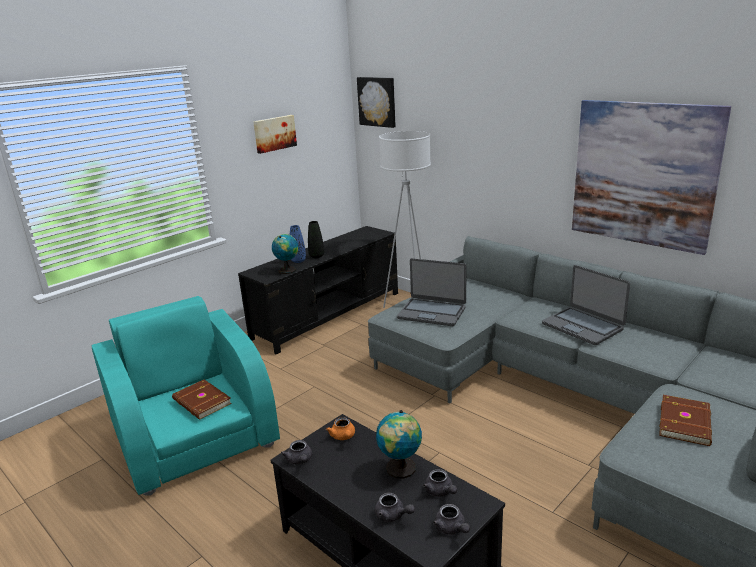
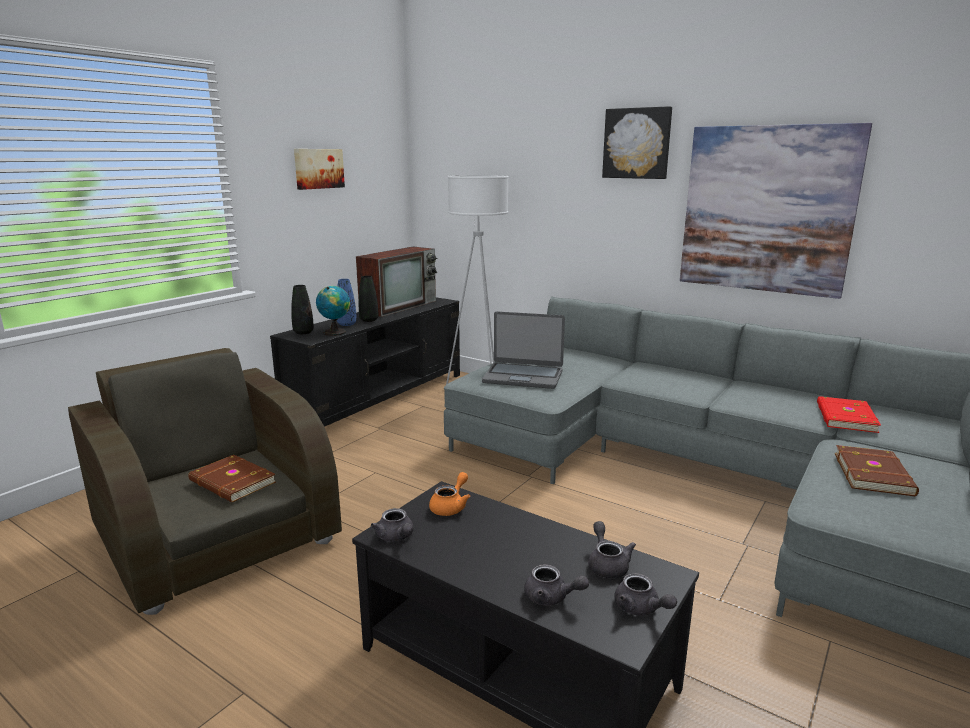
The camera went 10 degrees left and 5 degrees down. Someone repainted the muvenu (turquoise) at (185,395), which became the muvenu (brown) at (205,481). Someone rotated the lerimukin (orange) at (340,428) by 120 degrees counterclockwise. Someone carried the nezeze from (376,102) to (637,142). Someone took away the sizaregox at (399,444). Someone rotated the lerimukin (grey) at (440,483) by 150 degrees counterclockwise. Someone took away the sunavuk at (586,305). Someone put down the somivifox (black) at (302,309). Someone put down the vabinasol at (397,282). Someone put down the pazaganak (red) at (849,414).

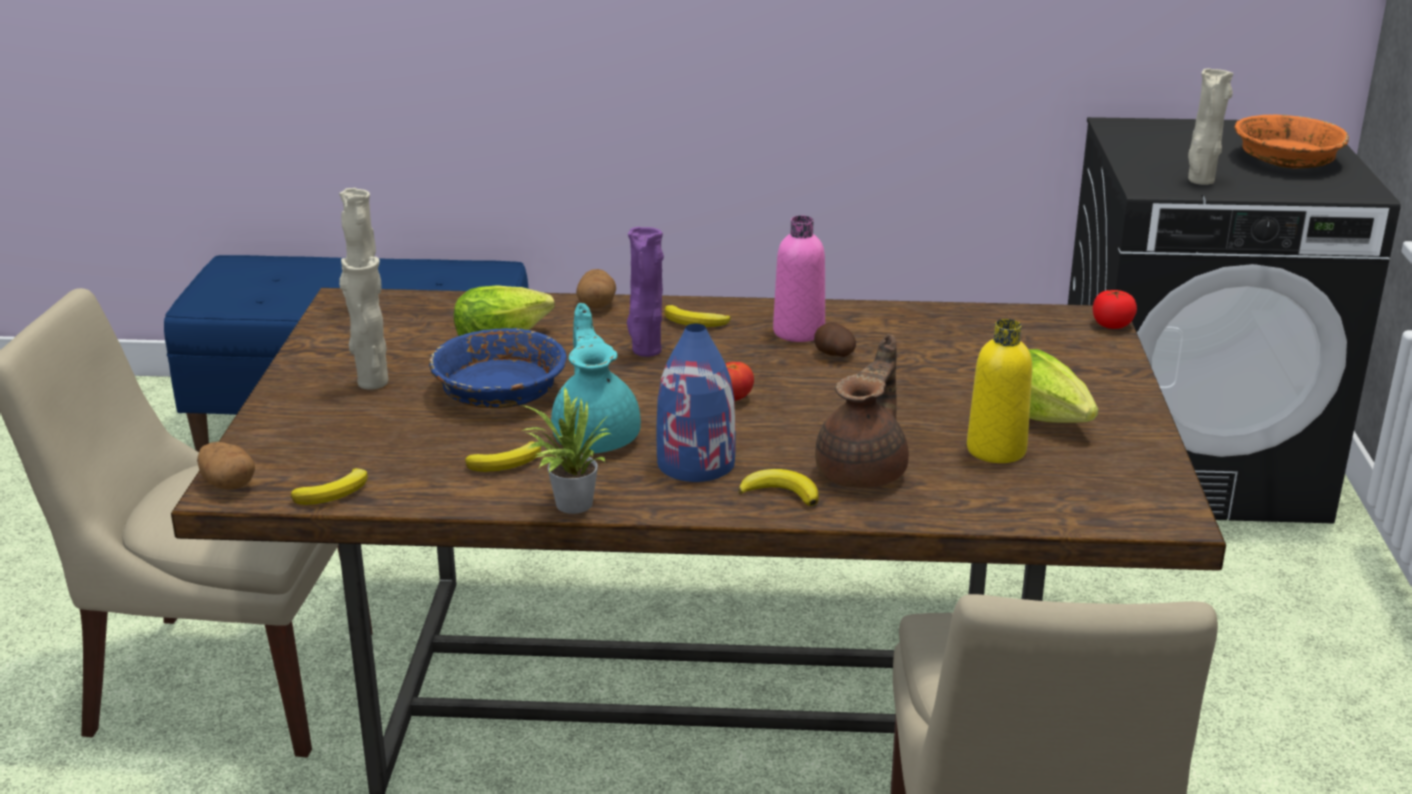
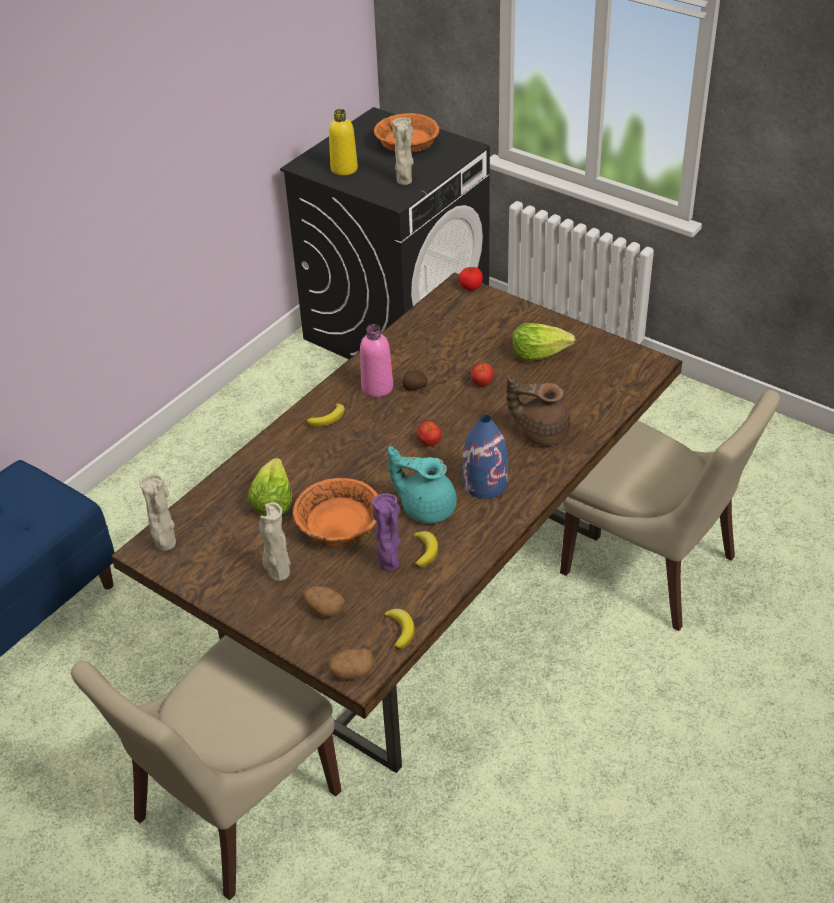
The camera went 55 degrees left and 15 degrees up. Someone repainted the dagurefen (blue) at (498,368), which became the dagurefen (orange) at (335,512). Someone took away the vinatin at (565,450). Someone carried the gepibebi from (596,288) to (324,601). Someone carried the somivifox (purple) from (645,292) to (386,532). Someone took away the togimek at (778,487). Someone rotated the lerimukin (brown) at (862,411) by 45 degrees counterclockwise. Someone carried the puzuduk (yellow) from (999,391) to (343,142). Someone put down the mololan at (482,375).

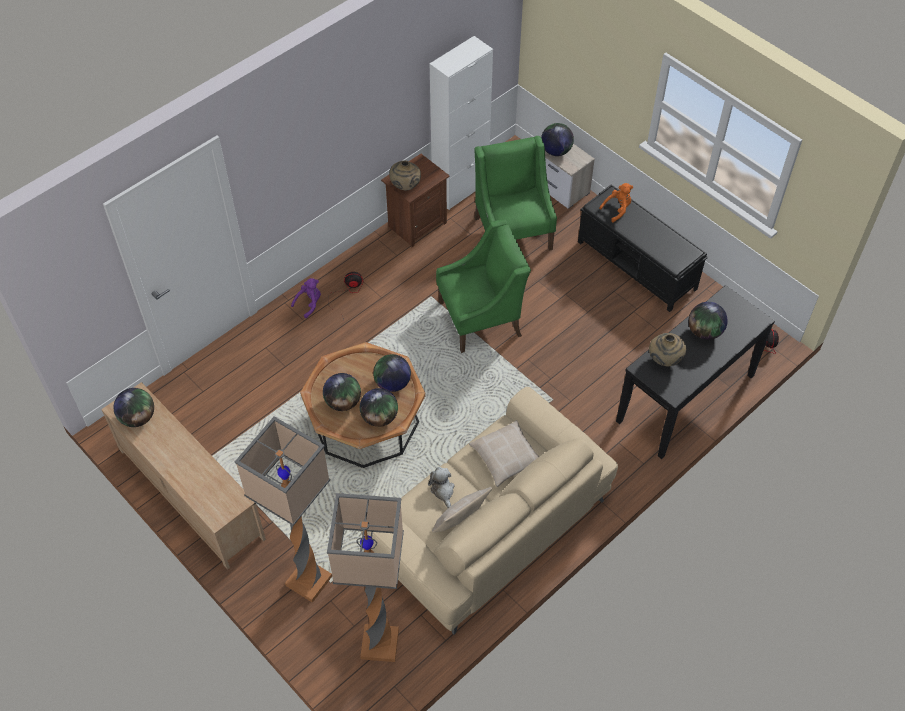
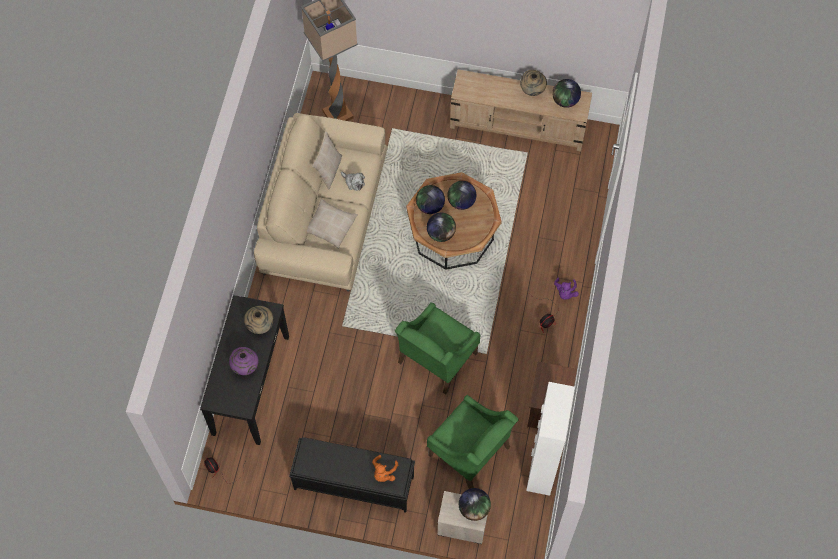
The camera went 145 degrees right and 10 degrees up. Someone took away the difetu at (283,510). Someone carried the somivifox (beige) from (405,175) to (533,83). Someone swapped the sizaregox at (708,321) for the somivifox (purple) at (244,361).

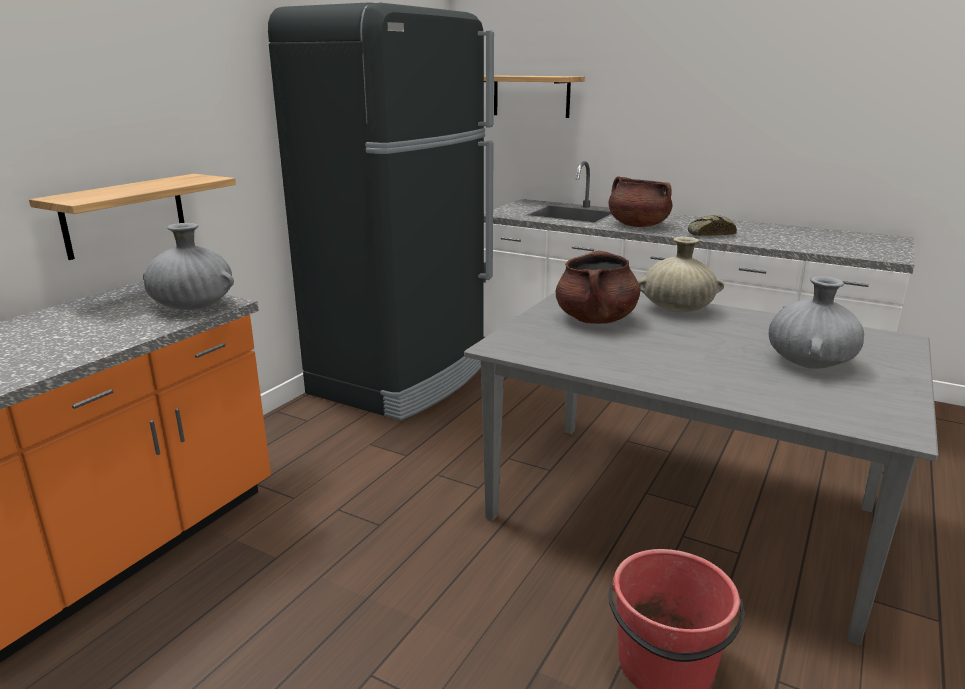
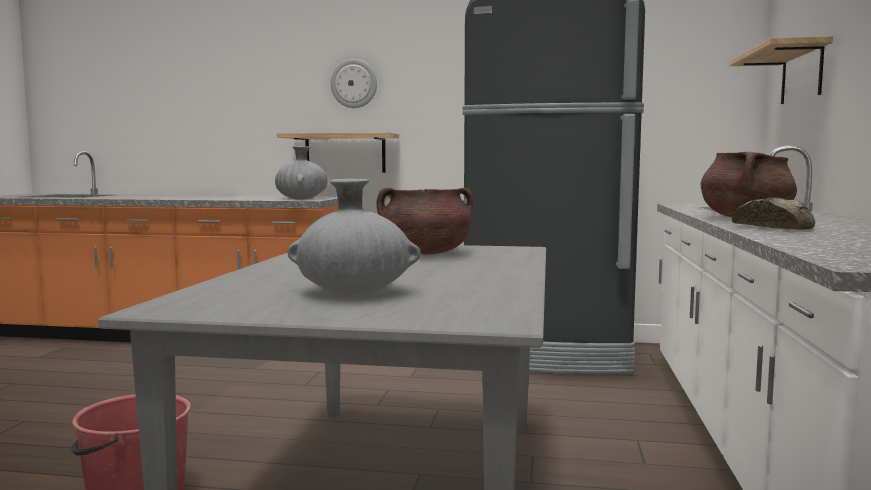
The camera went 70 degrees right and 15 degrees down. Someone took away the somivifox (beige) at (681,274). Someone put up the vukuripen at (354,83).

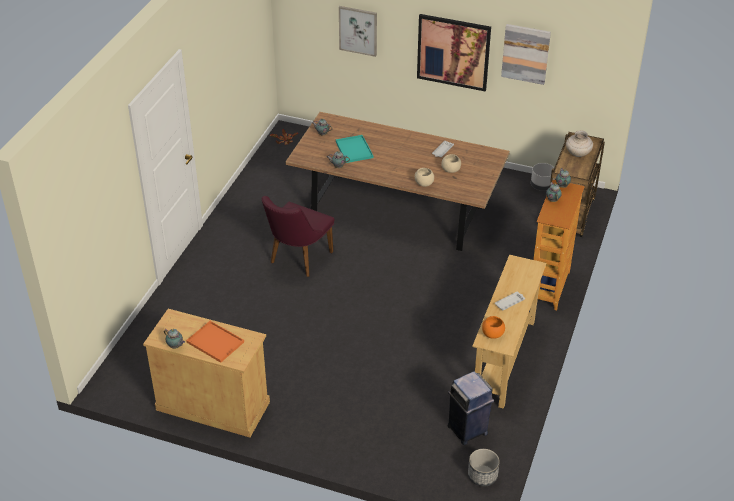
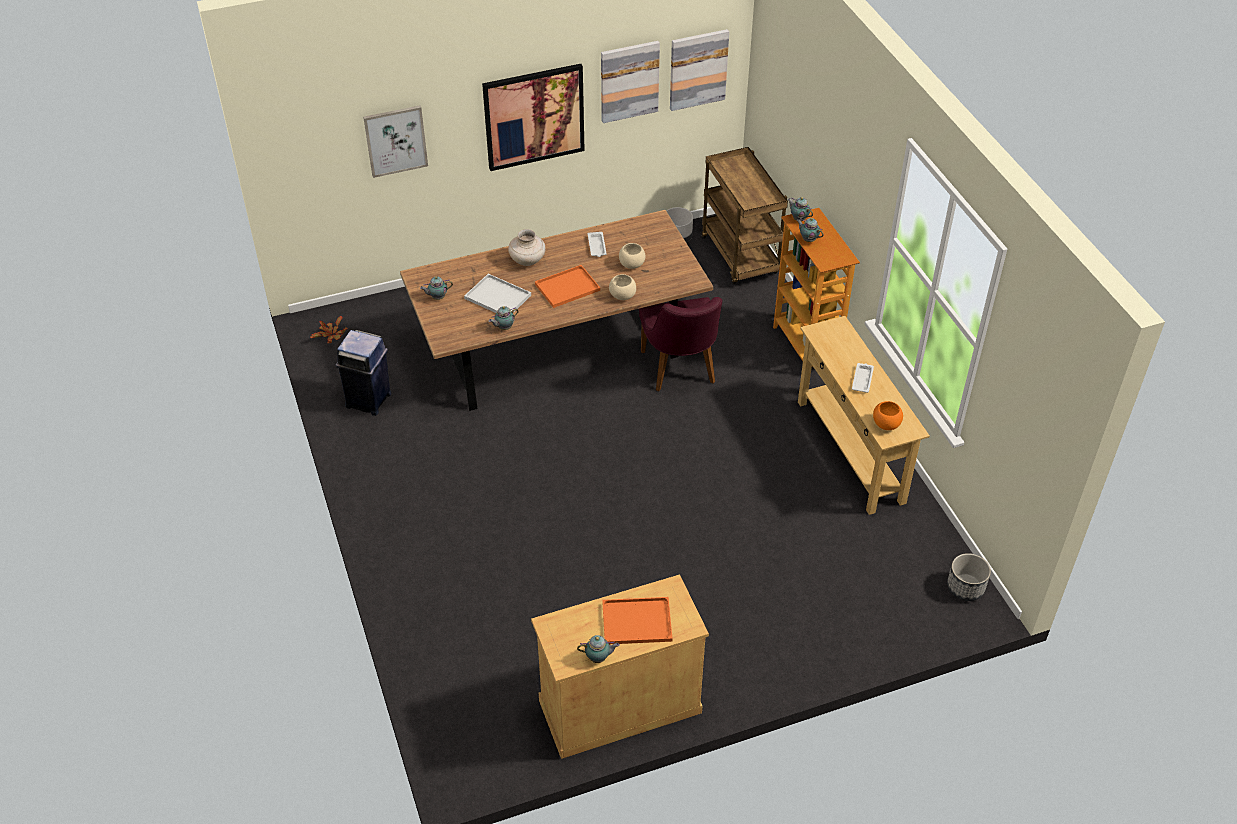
The camera went 40 degrees left and 5 degrees up. Someone carried the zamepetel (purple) from (298,236) to (681,344). Someone repainted the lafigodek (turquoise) at (354,149), which became the lafigodek (white) at (497,293). Someone carried the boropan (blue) from (470,408) to (363,373). Someone carried the somivifox (beige) from (579,143) to (527,247). Someone put down the lafigodek (orange) at (567,286). Someone put up the nezeze at (699,70).

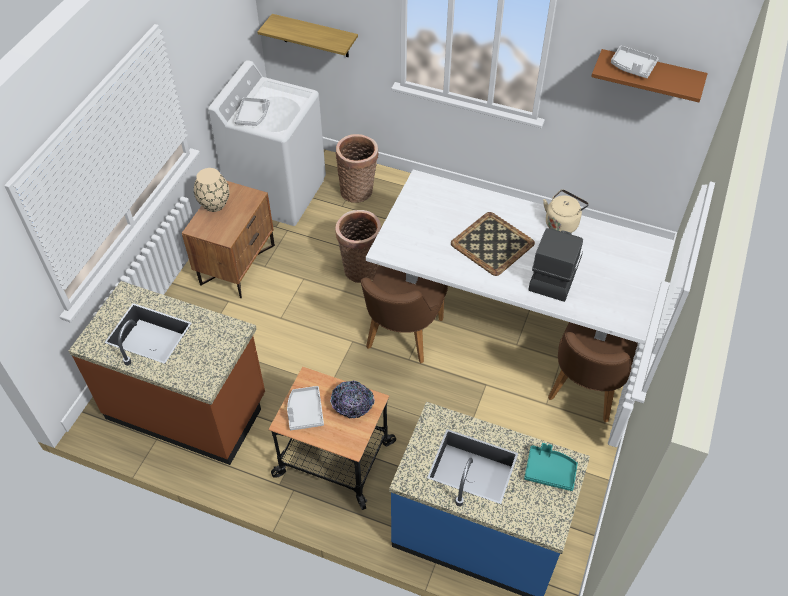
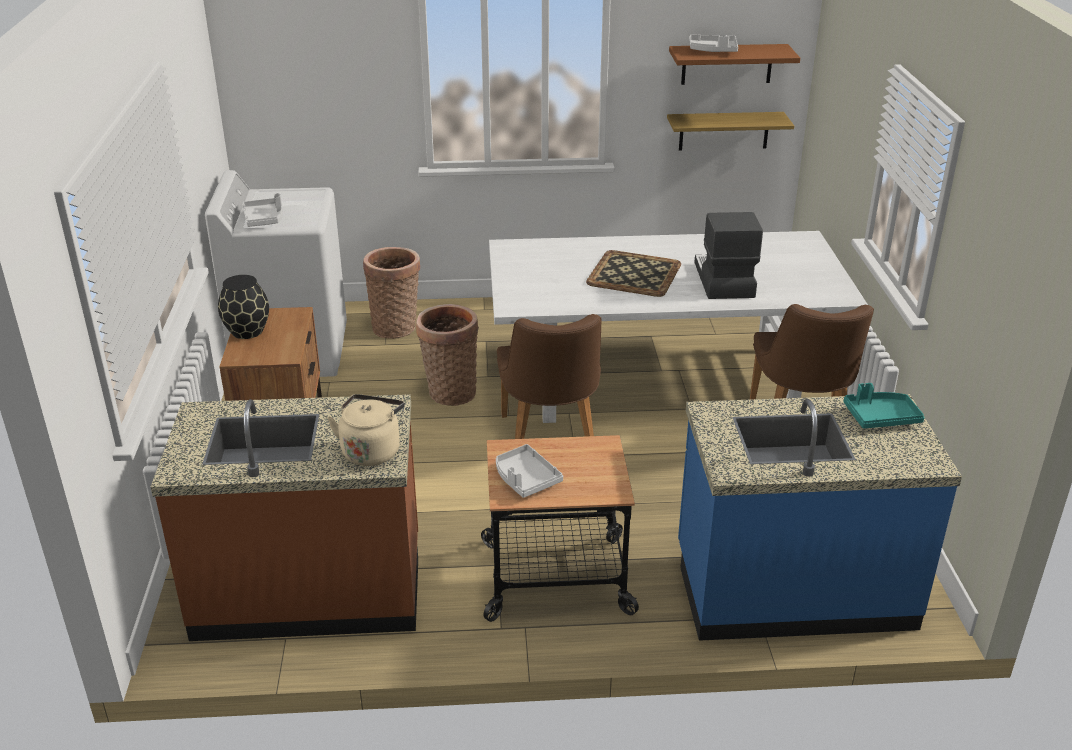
The camera went 25 degrees left and 20 degrees down. Someone repainted the somivifox (beige) at (211,190), which became the somivifox (black) at (243,307). Someone carried the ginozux from (308,35) to (730,131). Someone took away the dagurefen at (352,399). Someone carried the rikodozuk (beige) from (566,211) to (366,430).

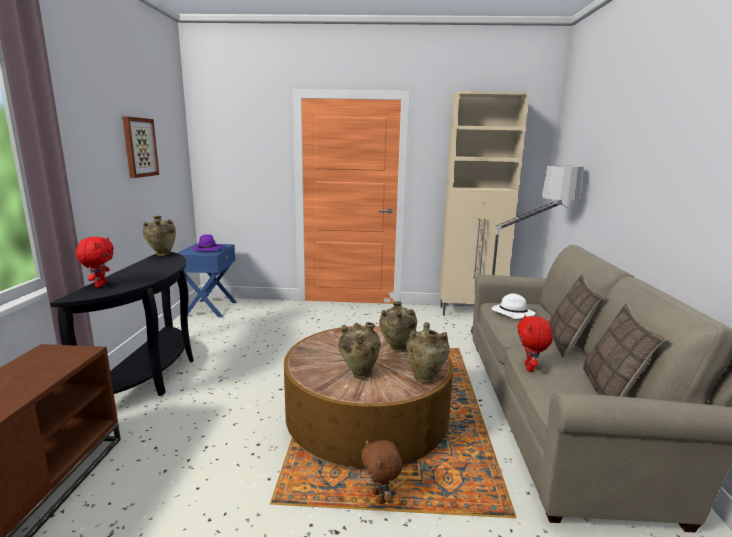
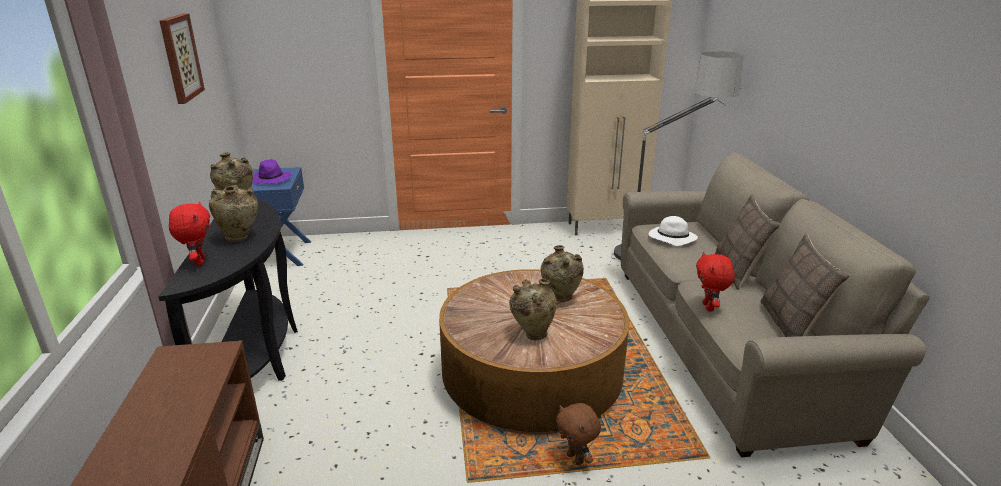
The camera went 10 degrees left and 10 degrees up. Someone carried the somivifox (beige) from (428,352) to (233,210).

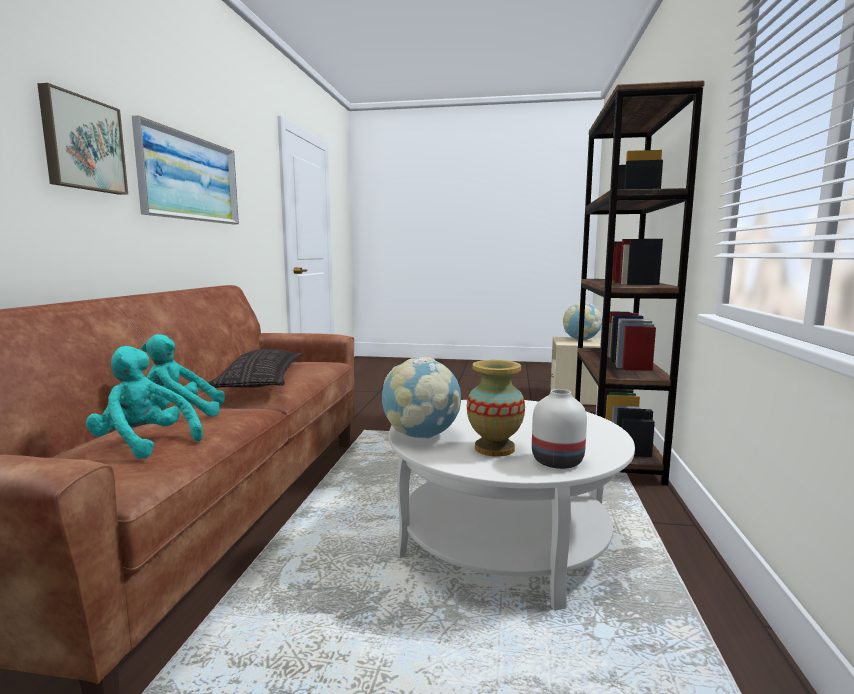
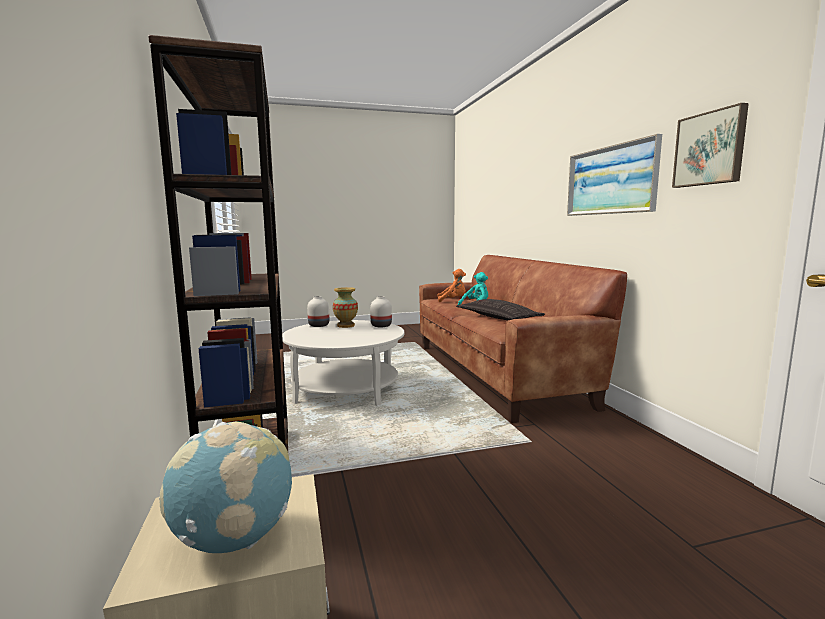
The camera went 155 degrees right and 0 degrees up. Someone carried the nezeze from (82,139) to (710,145). Someone repainted the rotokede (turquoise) at (144,402), which became the rotokede (orange) at (451,285). Someone swapped the sizaregox at (421,398) for the somivifox (white) at (381,311).

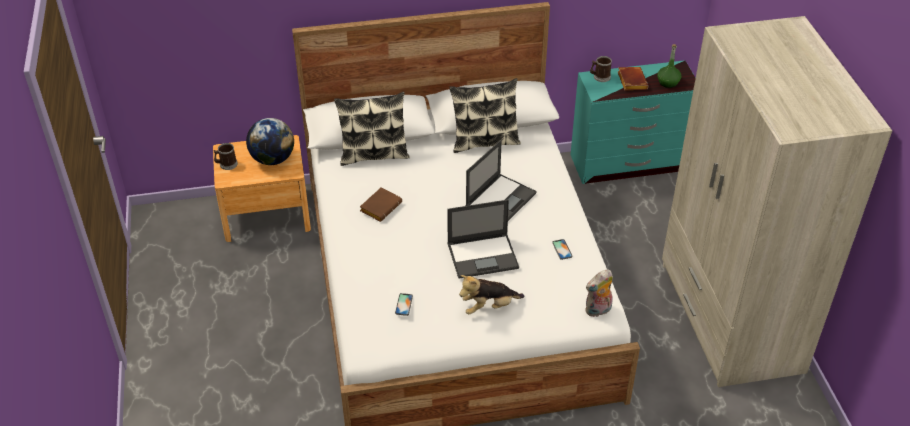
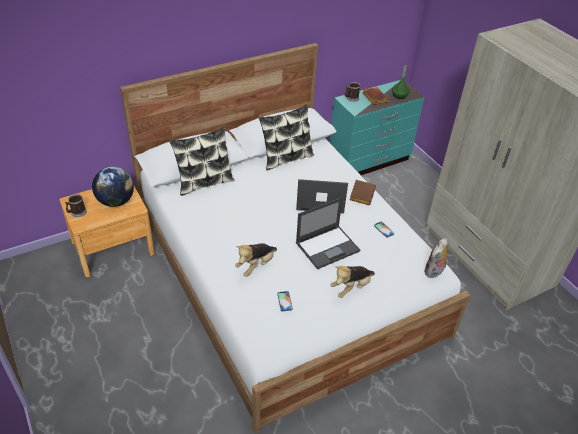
The camera went 20 degrees left and 0 degrees up. Someone carried the pazaganak (brown) from (381,204) to (363,192). Someone rotated the sunavuk at (501,180) by 105 degrees counterclockwise. Someone put down the rotokede at (256,260).

